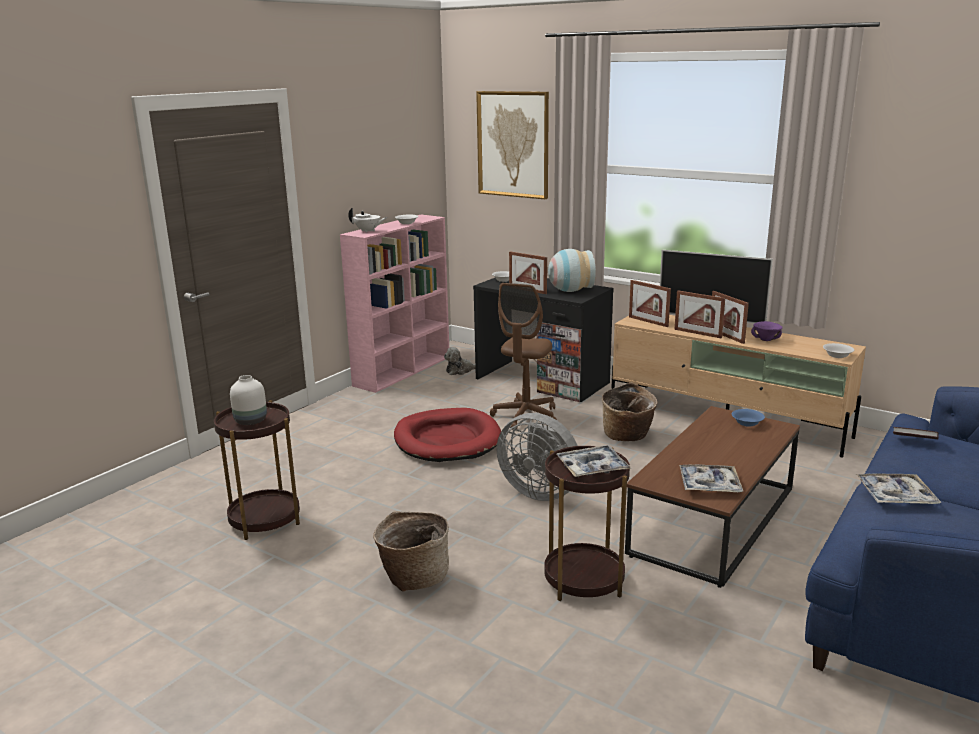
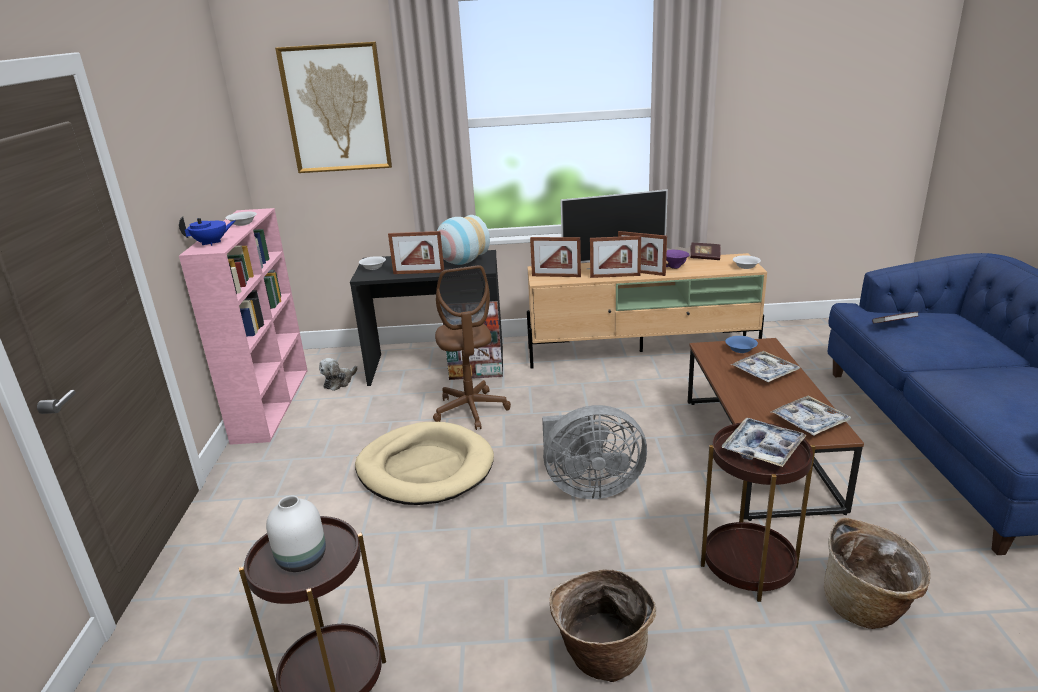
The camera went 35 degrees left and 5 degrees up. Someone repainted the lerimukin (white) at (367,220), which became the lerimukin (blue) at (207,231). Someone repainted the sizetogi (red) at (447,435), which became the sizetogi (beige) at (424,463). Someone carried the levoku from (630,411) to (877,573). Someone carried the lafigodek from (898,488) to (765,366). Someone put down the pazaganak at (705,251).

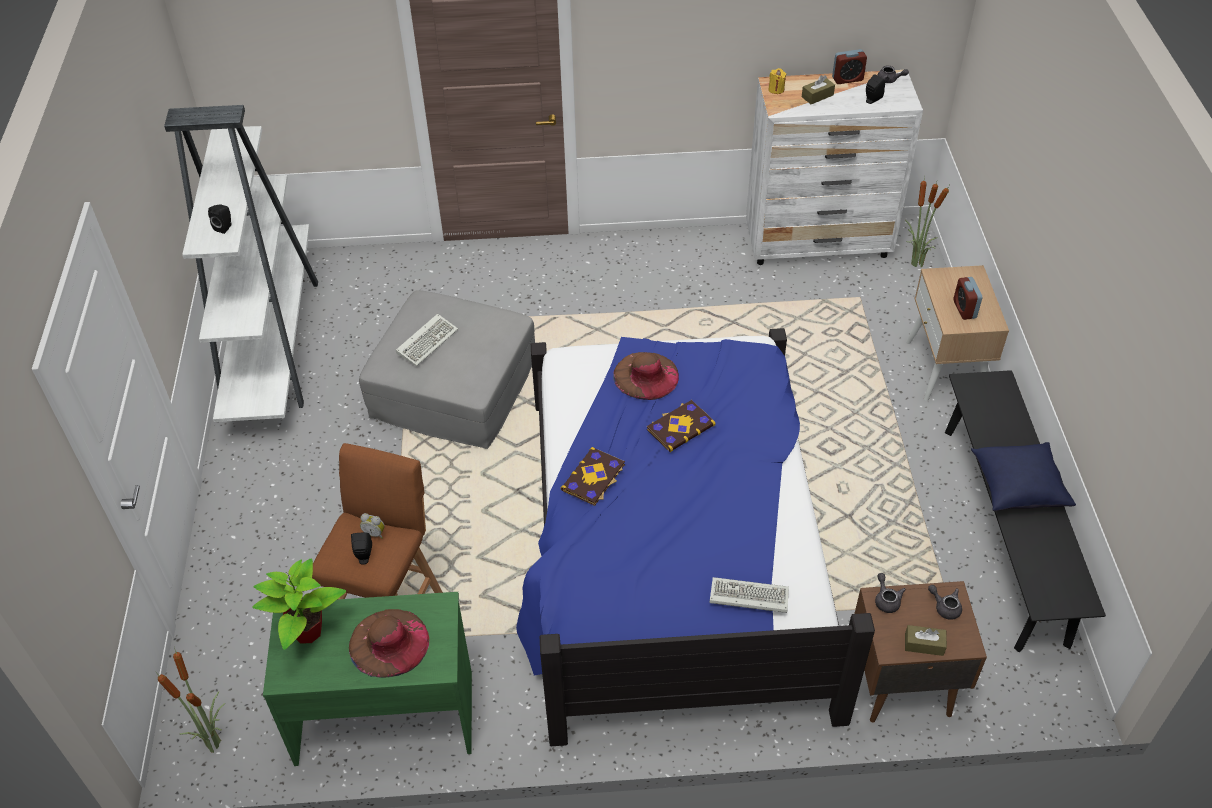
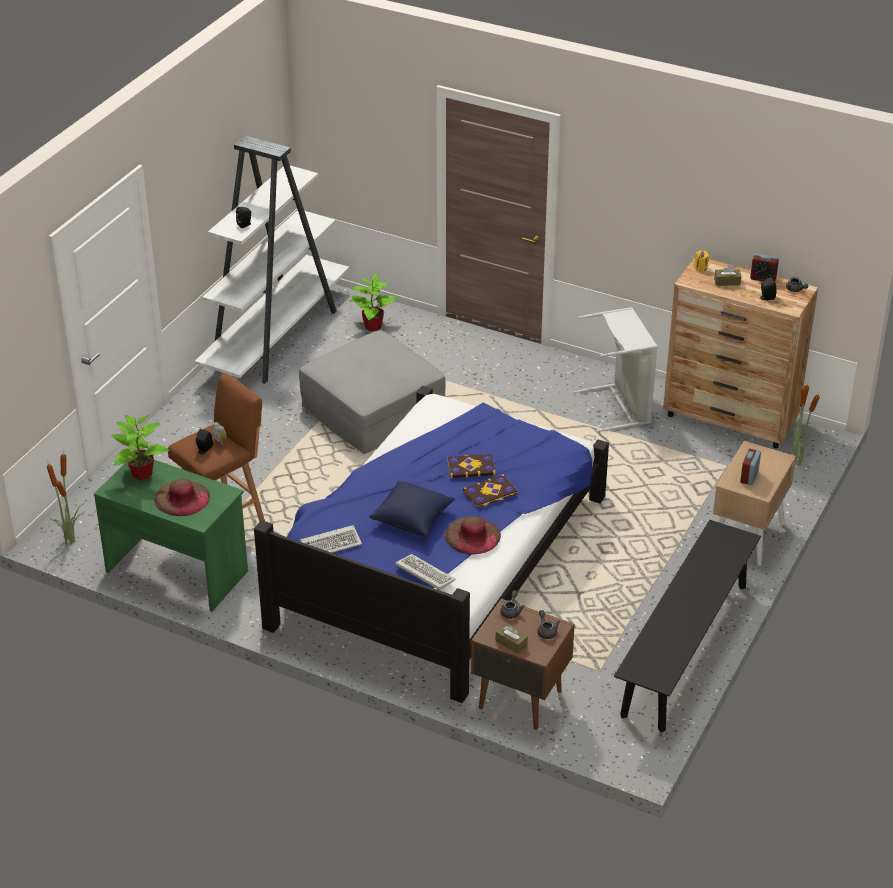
The camera went 30 degrees right and 10 degrees down. Someone carried the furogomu from (427,340) to (331,539). Someone carried the pazaganak from (593,476) to (490,491). Someone carried the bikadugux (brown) from (646,376) to (473,535). Someone repainted the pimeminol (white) at (834,167), which became the pimeminol (brown) at (740,353). Someone carried the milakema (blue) from (1023,476) to (412,509). Someone put down the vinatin at (374,302). Someone put down the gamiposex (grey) at (616,369).

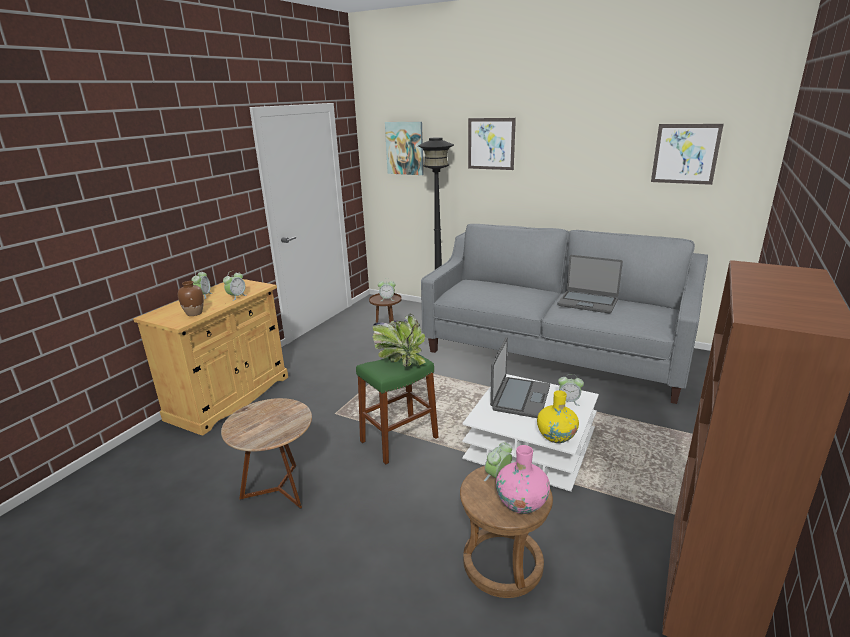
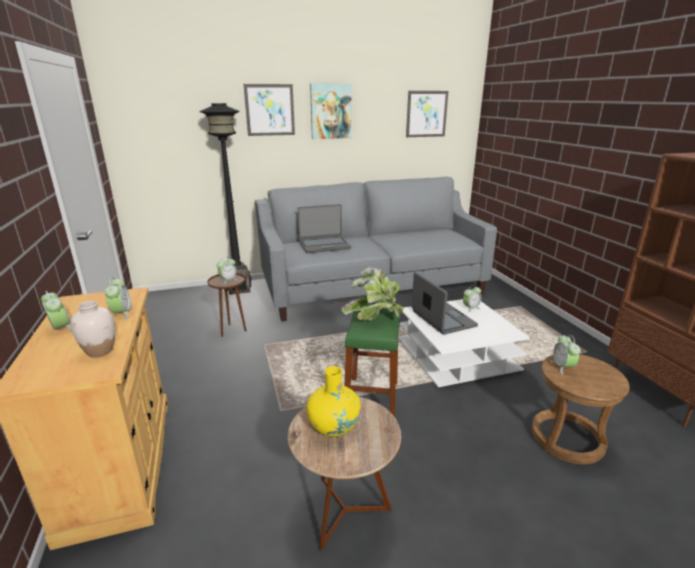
The camera went 45 degrees left and 0 degrees up. Someone repainted the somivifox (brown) at (191,298), which became the somivifox (white) at (93,329). Someone carried the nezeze from (404,148) to (331,111). Someone took away the somivifox (pink) at (523,479). Someone carried the somivifox (yellow) from (558,416) to (334,401). Someone carried the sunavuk from (590,284) to (324,228).

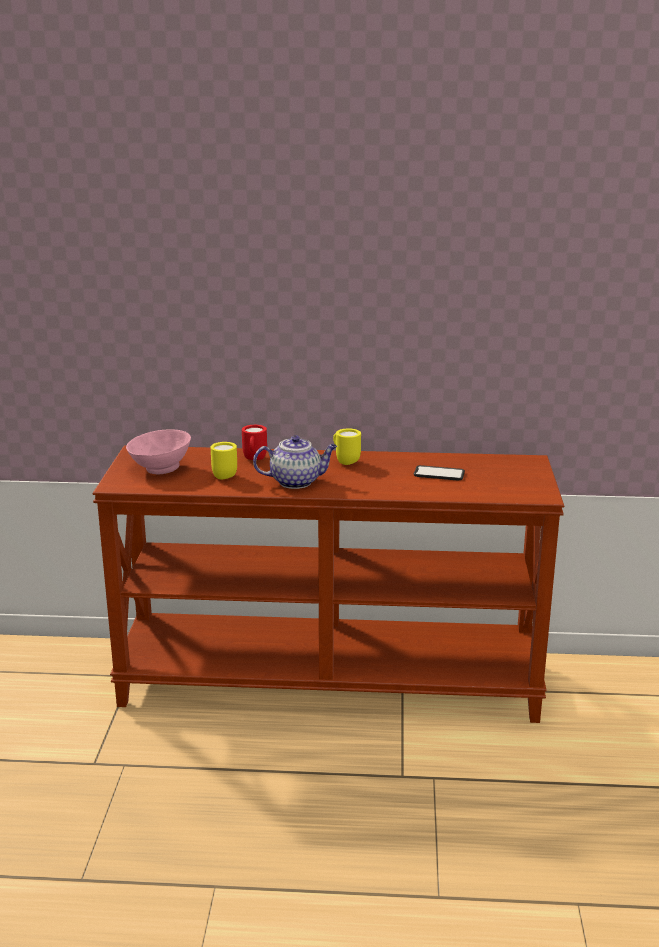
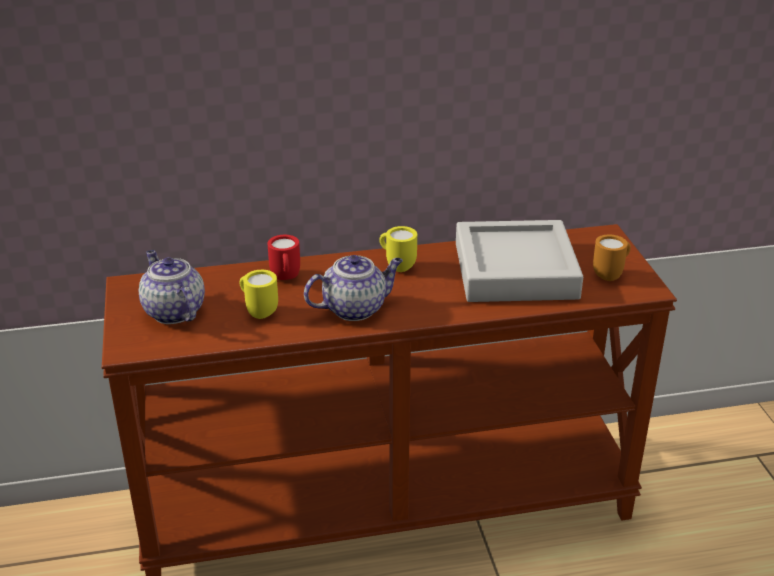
The camera went 15 degrees left and 10 degrees up. Someone swapped the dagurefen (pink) at (158,451) for the lerimukin at (172,287). Someone swapped the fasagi at (439,473) for the lafigodek (grey) at (519,261). Someone put down the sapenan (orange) at (612,258).

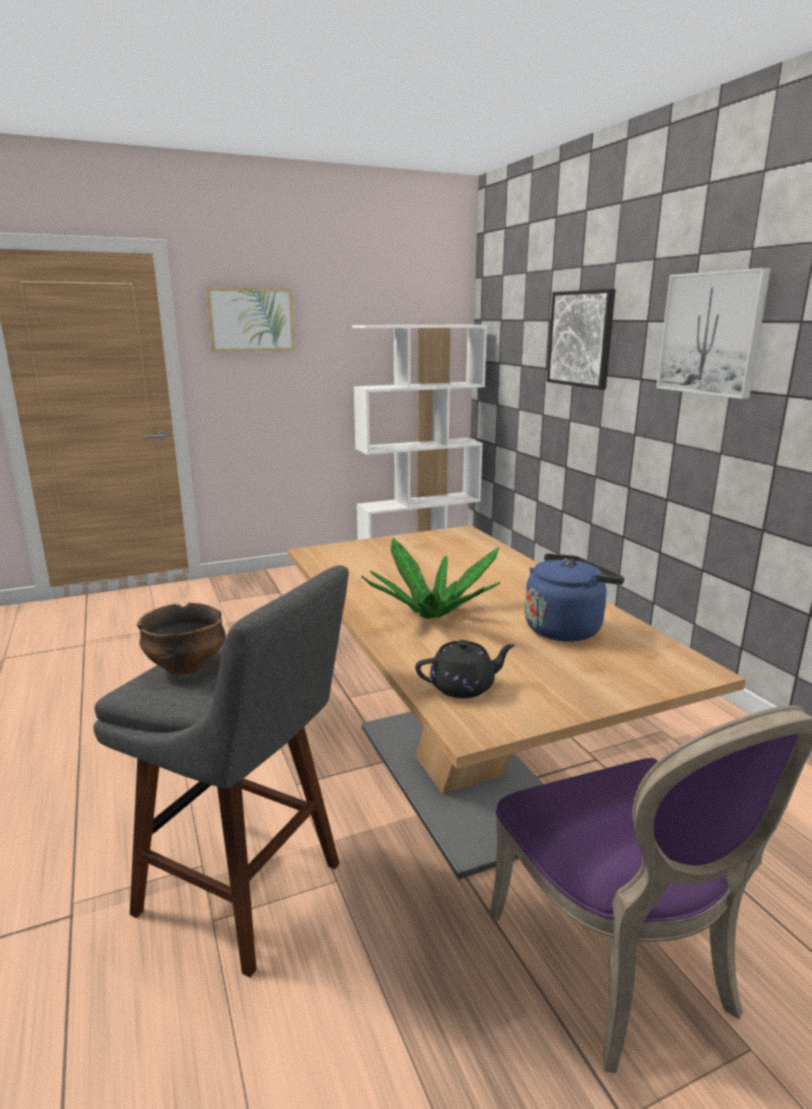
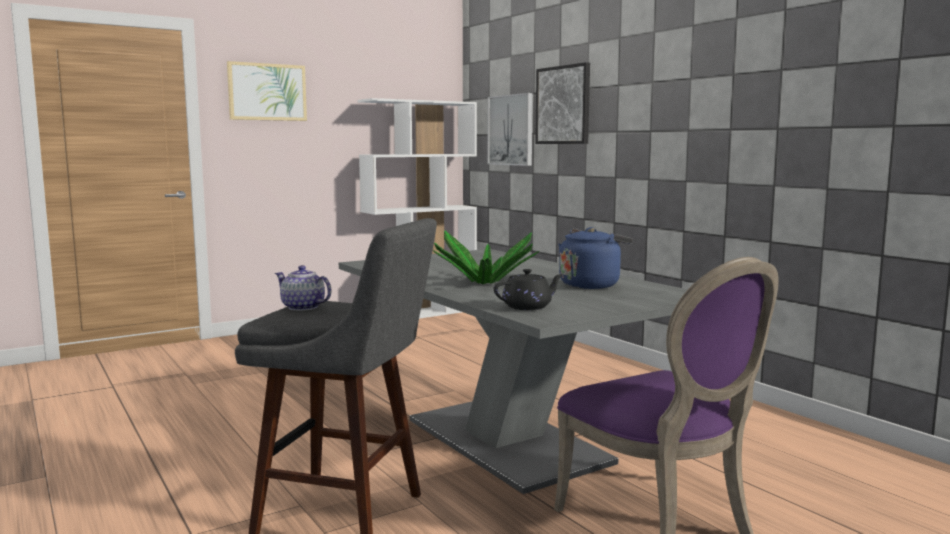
The camera went 10 degrees left and 10 degrees down. Someone swapped the dagurefen at (181,639) for the lerimukin at (303,288). Someone repainted the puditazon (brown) at (517,702), which became the puditazon (grey) at (513,371). Someone carried the nezeze from (713,333) to (510,129).

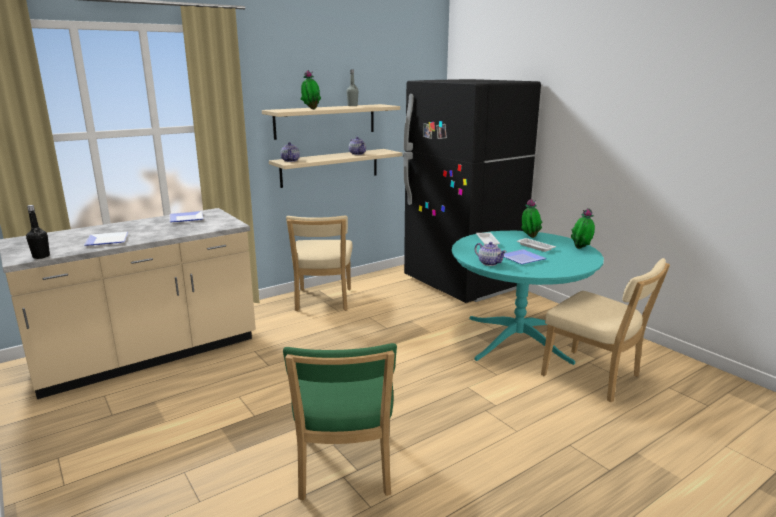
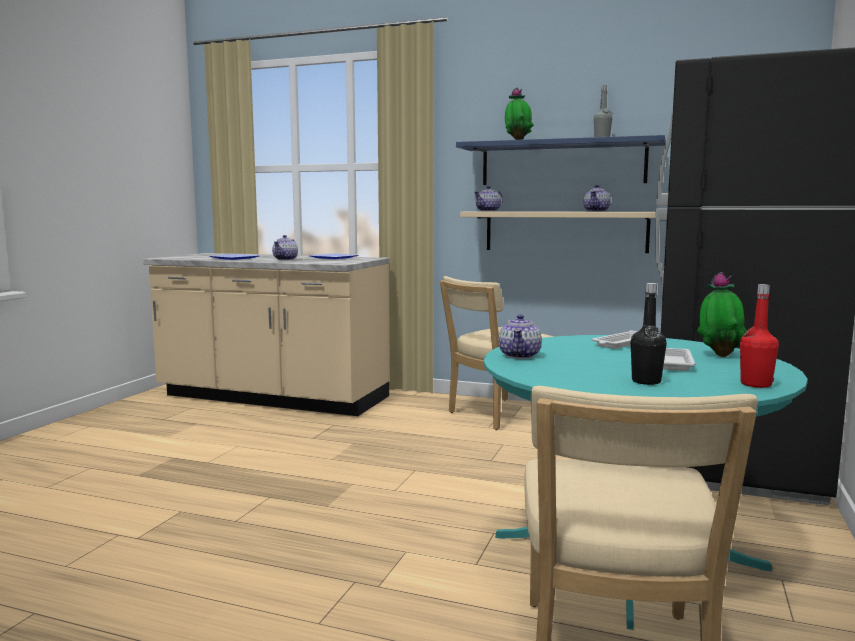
The camera went 55 degrees right and 10 degrees down. Someone carried the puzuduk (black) from (38,232) to (649,334). Someone repainted the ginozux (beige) at (331,122), which became the ginozux (blue) at (561,160). Someone took away the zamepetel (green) at (340,421). Someone took away the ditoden at (525,256). Someone swapped the vinatin at (583,228) for the puzuduk (red) at (759,336). Someone put down the lerimukin at (285,247).

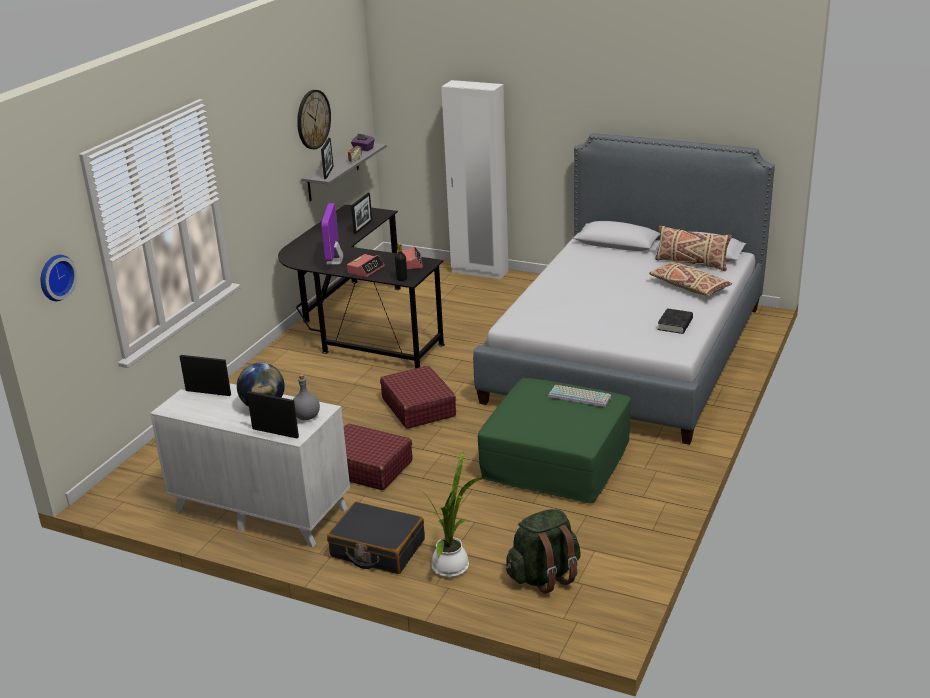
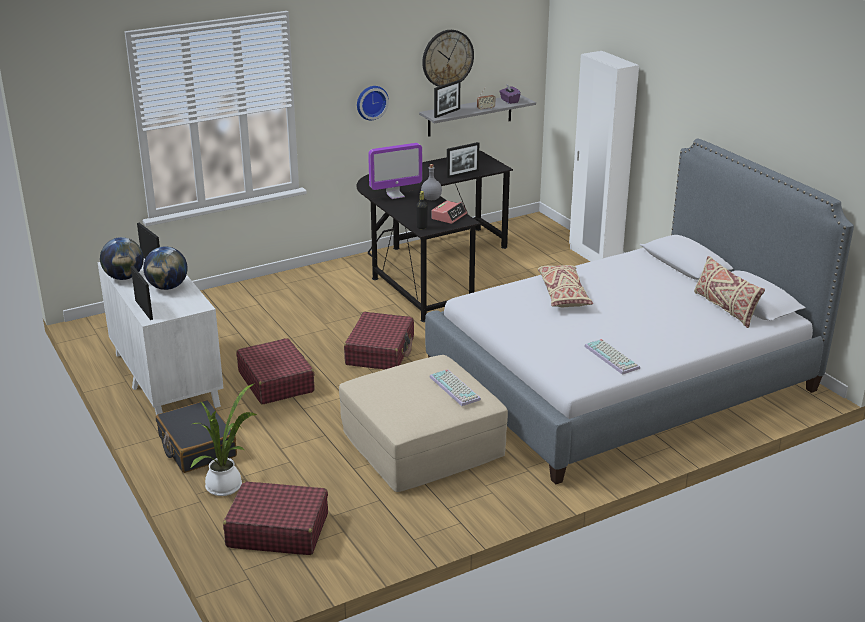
The camera went 35 degrees right and 0 degrees up. Someone carried the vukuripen from (59,278) to (373,103). Someone carried the puzuduk (grey) from (306,397) to (431,182). Someone rotated the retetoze at (332,234) by 150 degrees counterclockwise. Someone took away the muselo at (366,265). Someone repainted the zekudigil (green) at (554,440), which became the zekudigil (beige) at (423,423). Someone swapped the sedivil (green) at (543,551) for the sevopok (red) at (275,518). Someone carried the milakema (beige) from (690,279) to (565,286). Someone swapped the pazaganak (black) at (675,321) for the furogomu at (612,357). Someone put down the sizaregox at (122,258).

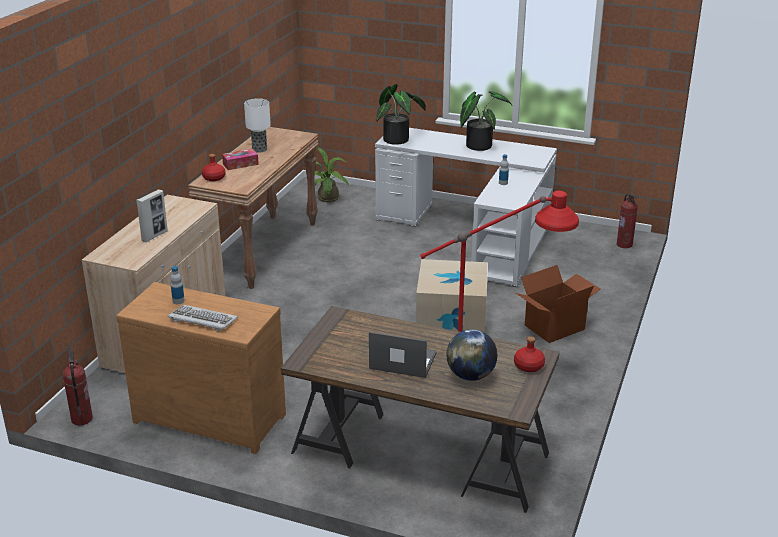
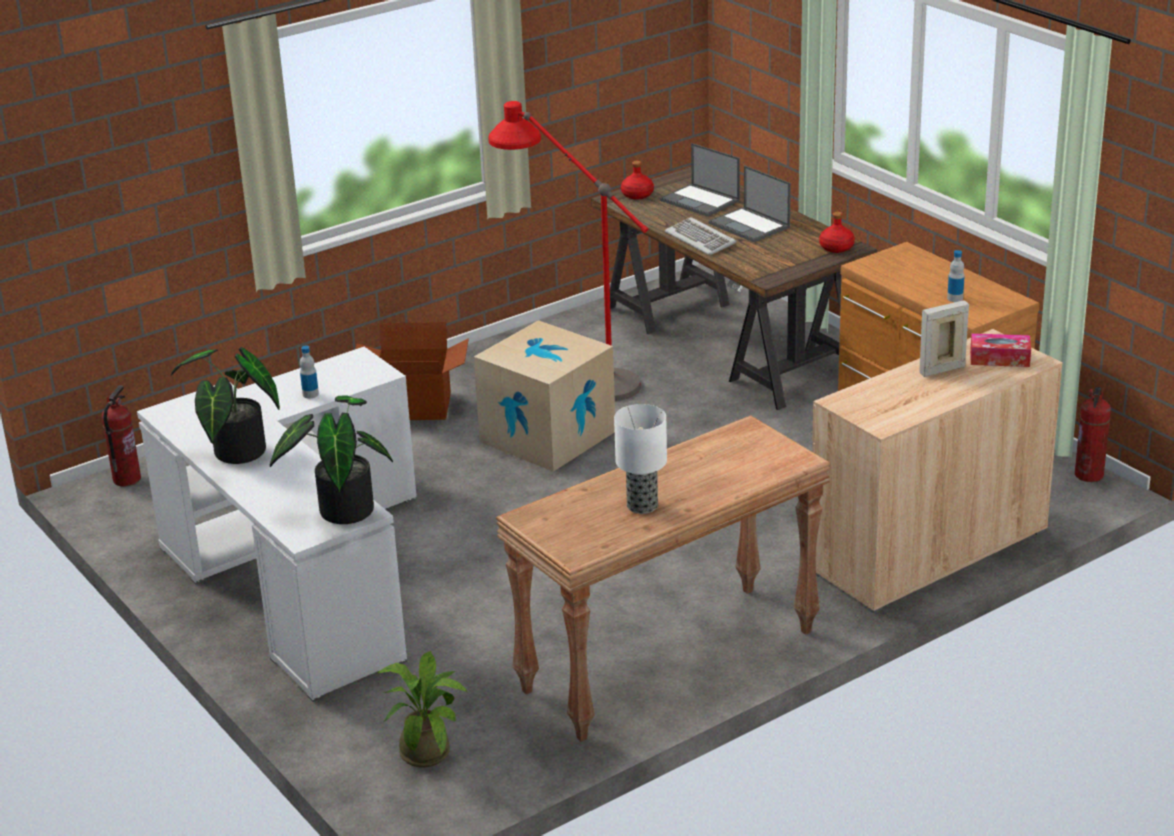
The camera went 145 degrees left and 0 degrees up. Someone carried the furogomu from (203,318) to (701,236). Someone carried the puzuduk (red) from (214,167) to (837,232). Someone carried the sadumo from (240,159) to (1000,350). Someone swapped the sizaregox at (471,355) for the sunavuk at (700,180).

